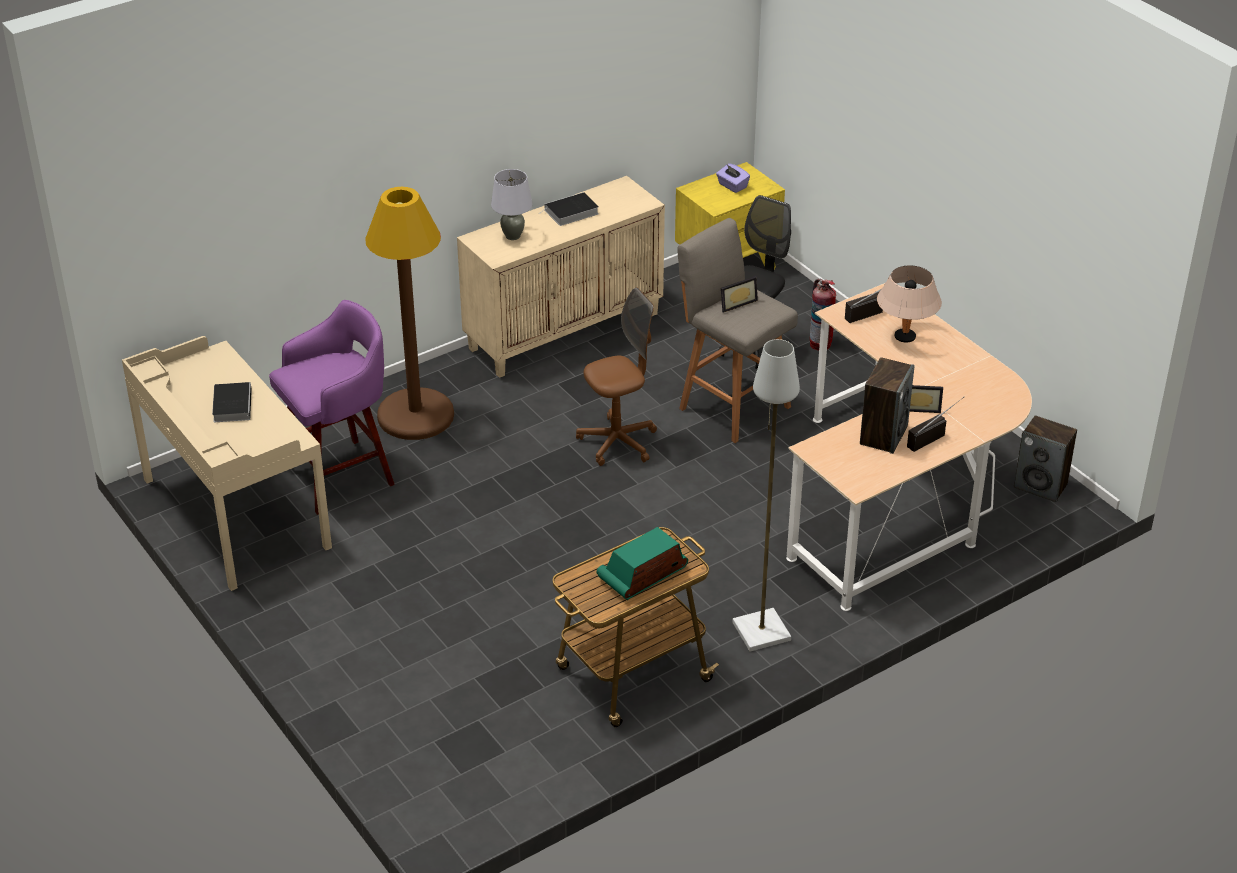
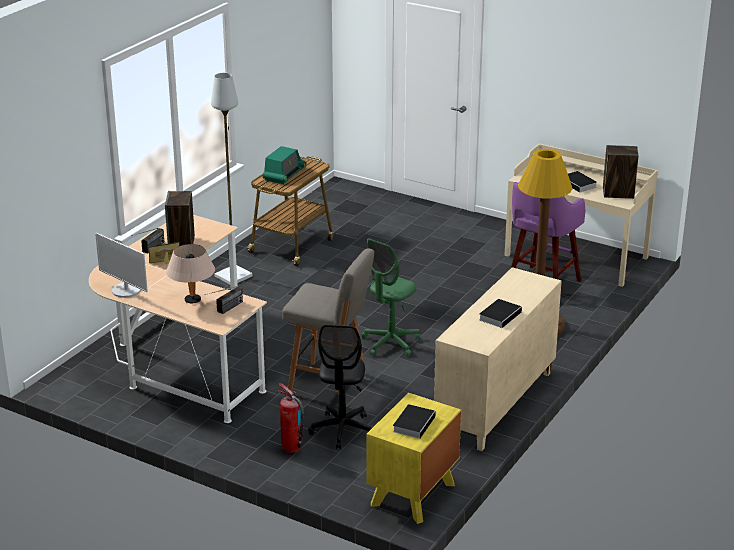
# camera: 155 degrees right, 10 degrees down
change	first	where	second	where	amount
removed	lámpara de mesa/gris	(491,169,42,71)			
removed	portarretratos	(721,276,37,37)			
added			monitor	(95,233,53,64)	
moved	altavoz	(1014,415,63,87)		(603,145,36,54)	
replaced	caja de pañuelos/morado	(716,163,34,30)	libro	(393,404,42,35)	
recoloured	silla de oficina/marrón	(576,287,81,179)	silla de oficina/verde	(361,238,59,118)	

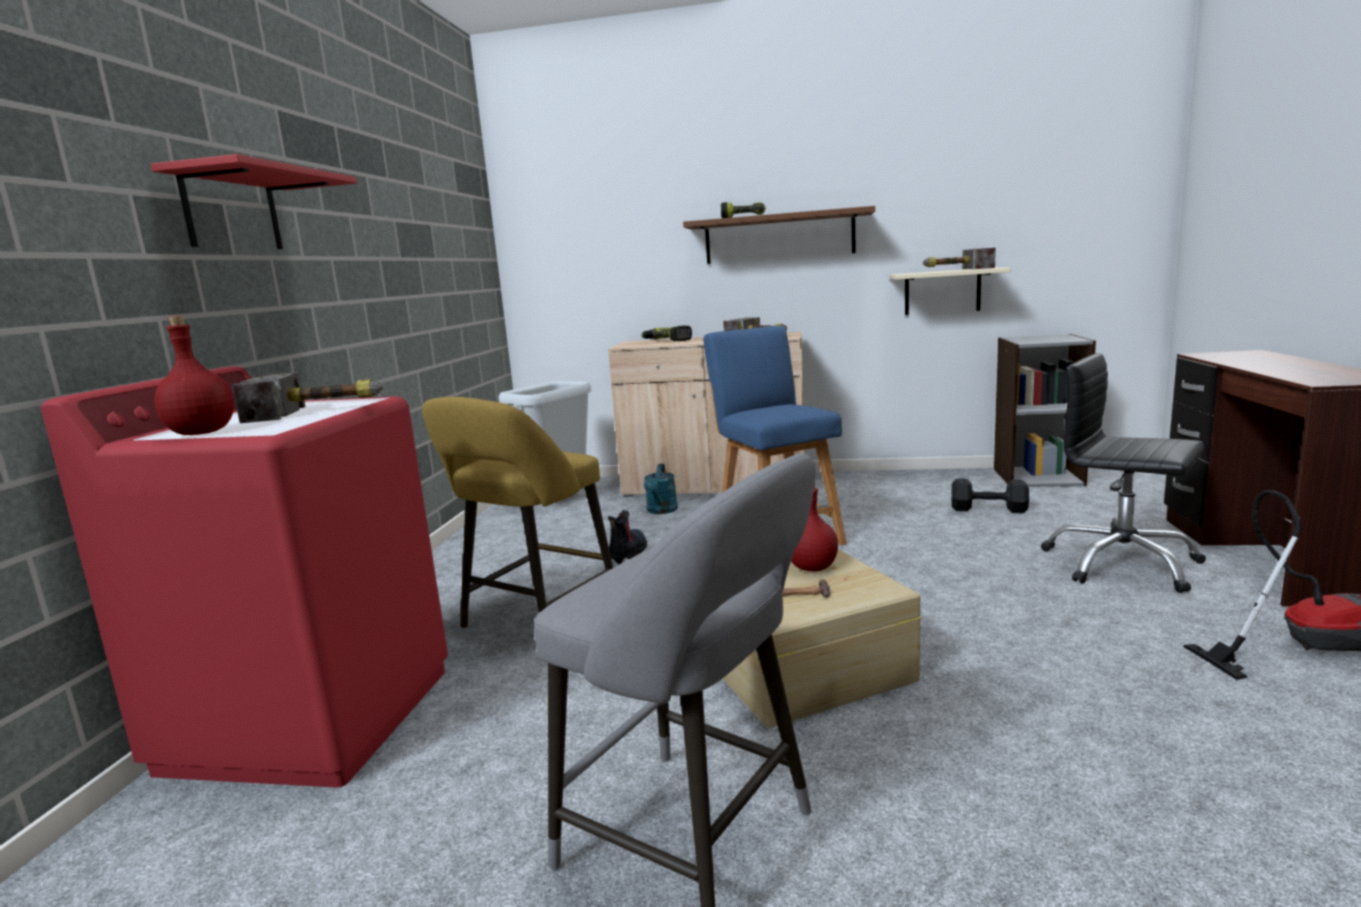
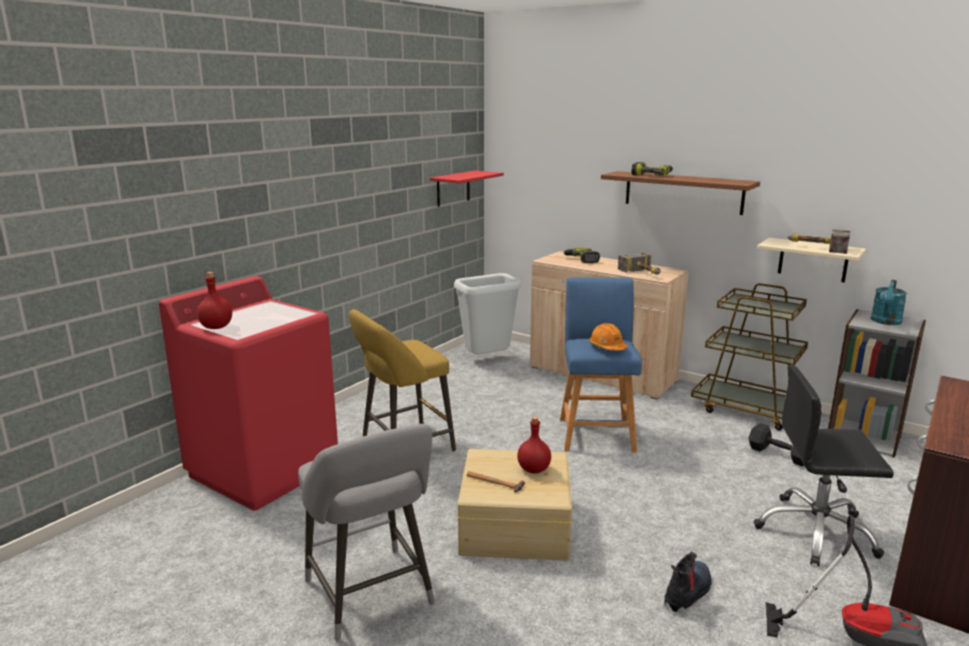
# camera: 25 degrees right, 5 degrees up
change	first	where	second	where	amount
removed	martillo	(232,372,151,51)			
added			casco/naranja	(589,323,39,28)	
added			carrito/marrón	(691,283,117,148)	
moved	estante/rojo	(150,154,207,95)		(430,171,74,36)	
moved	bota	(608,510,39,54)		(664,552,48,60)	
moved	regadera/turquesa	(644,464,34,50)		(870,280,37,45)	
turned	silla de oficina/negro	(1041,353,165,240)		(754,364,140,202)	60 degrees counterclockwise

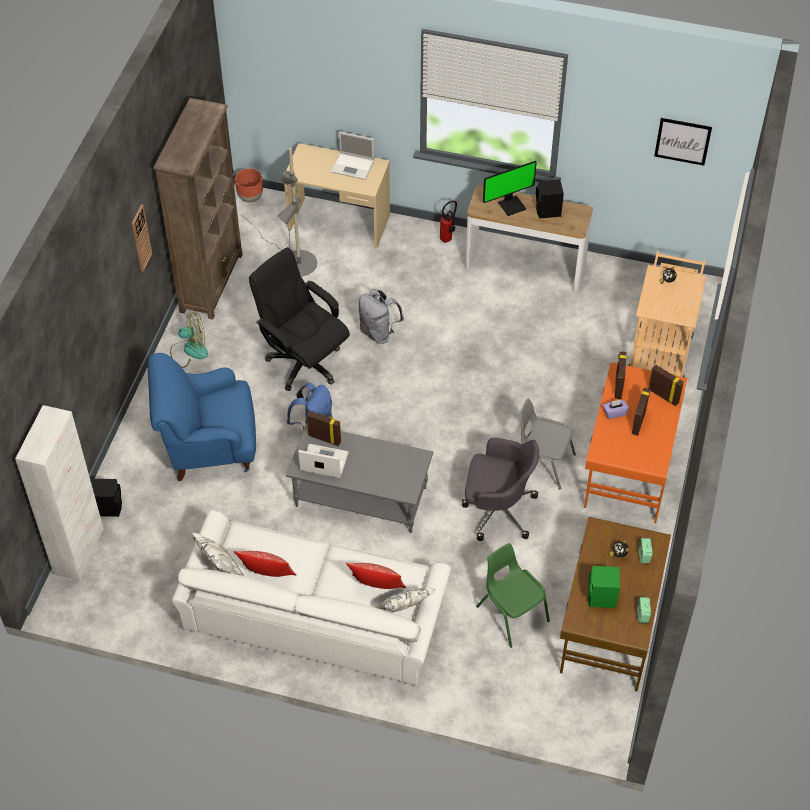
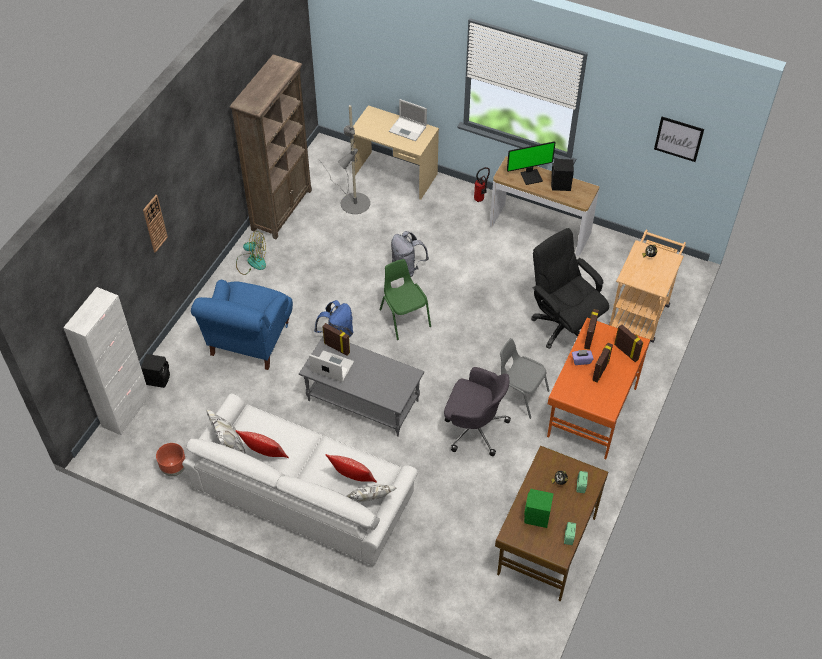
# camera: 10 degrees right, 0 degrees up
change	first	where	second	where	amount
moved	reloj de pared	(132,204,20,68)		(143,195,25,58)	
moved	maceta/marrón	(235,169,28,34)		(156,443,29,33)	
moved	silla de oficina/negro	(249,247,101,144)		(531,228,78,121)	
moved	silla/verde	(476,543,74,105)		(380,259,51,81)	
turned	sillón/azul	(148,353,108,128)		(191,280,102,90)	75 degrees counterclockwise

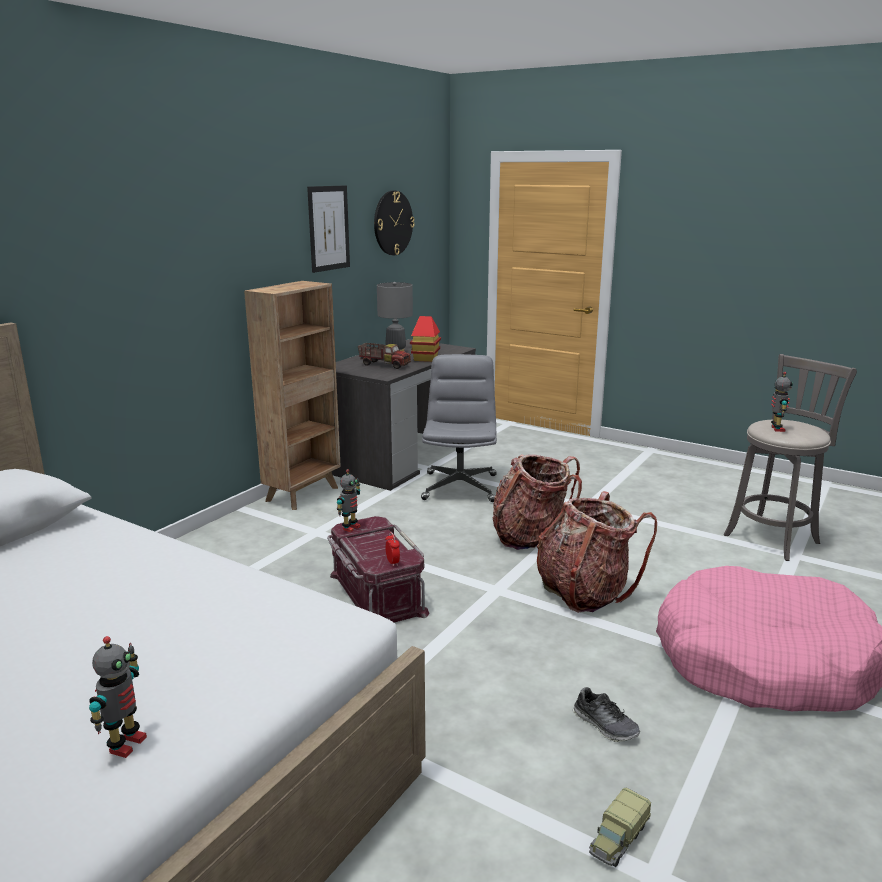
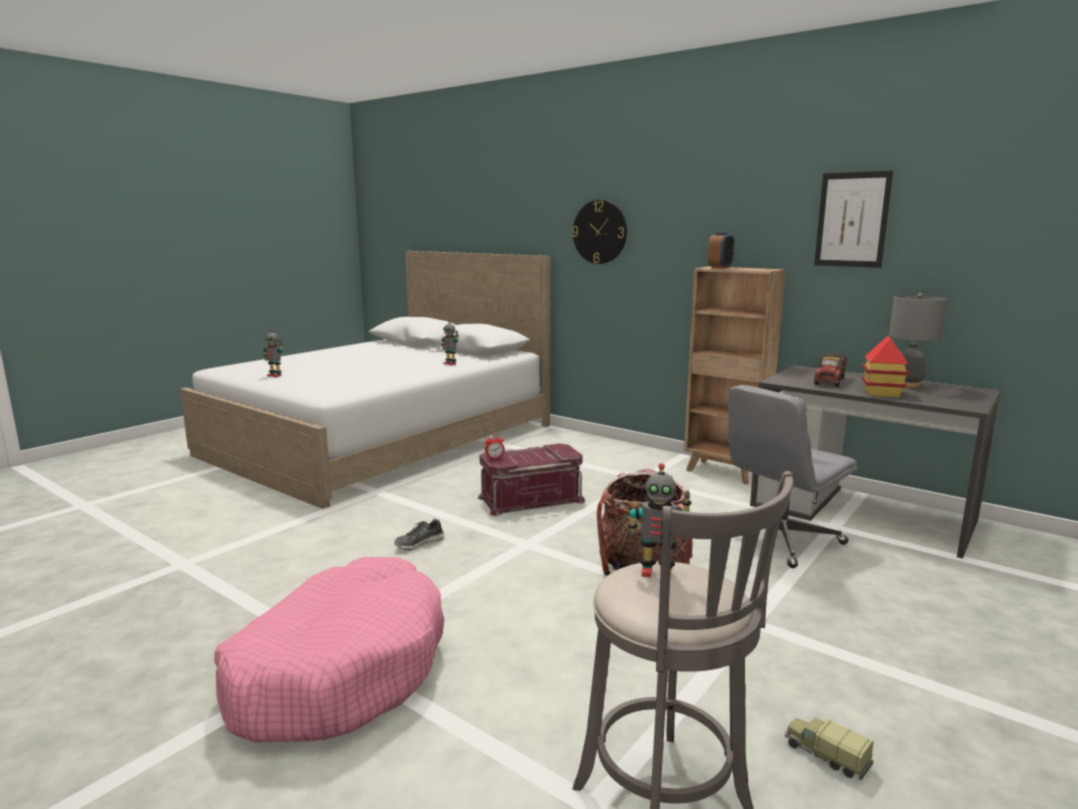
# camera: 95 degrees right, 5 degrees down
change	first	where	second	where	amount
removed	mochila	(537,491,120,122)			
added			despertador	(708,232,27,37)	
moved	robot de juguete	(337,469,24,63)		(442,320,17,45)	
moved	reloj de pared	(374,191,41,64)		(572,200,55,64)	
moved	zapato	(573,687,67,55)		(394,519,50,32)	
moved	camión de juguete	(589,788,62,79)		(785,717,89,63)	
turned	silla de oficina/gris	(421,354,76,148)		(728,385,129,183)	135 degrees clockwise

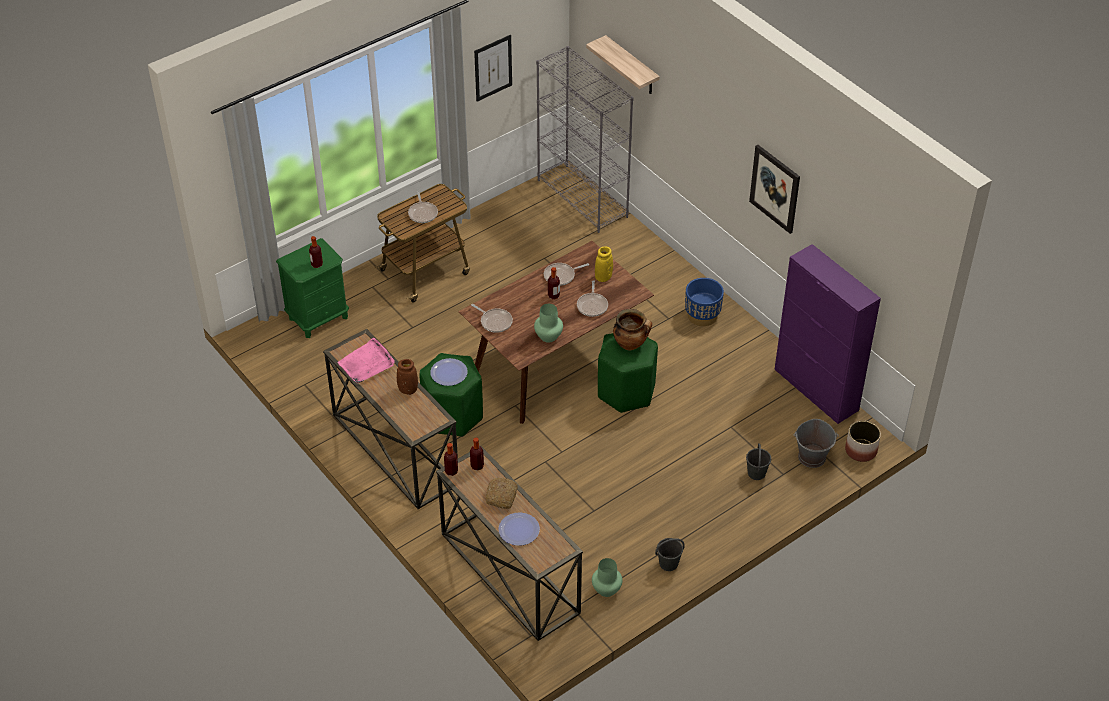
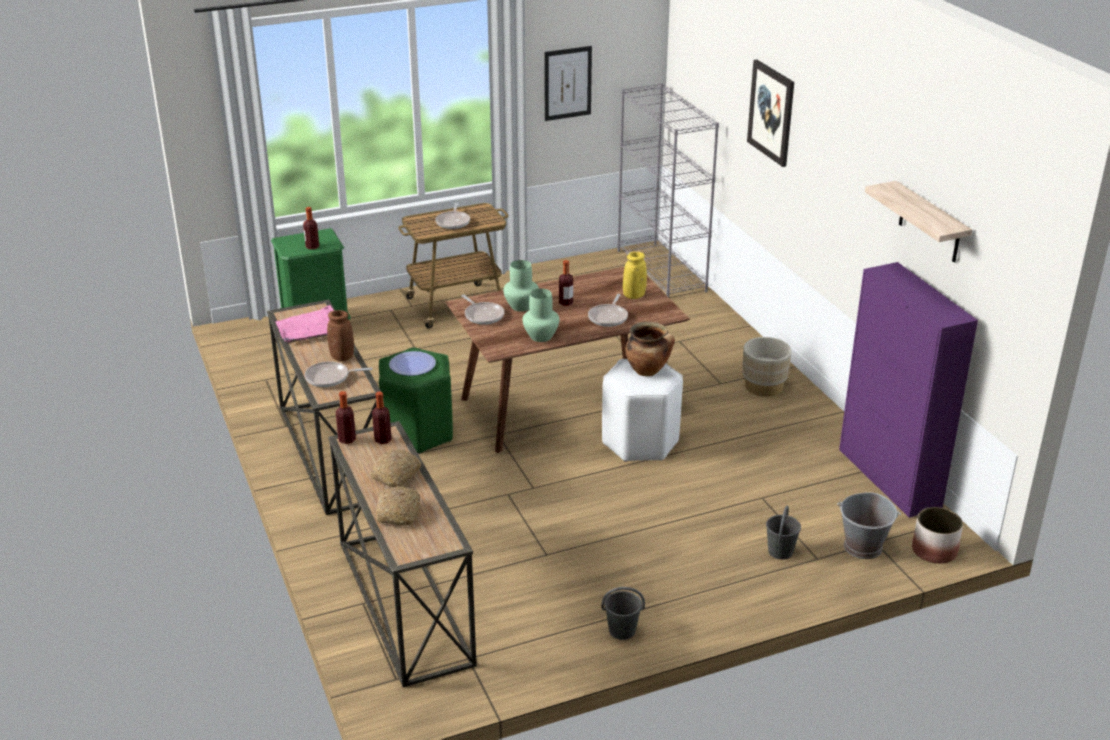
# camera: 15 degrees right, 15 degrees down
change	first	where	second	where	amount
moved	sartén	(544,263,45,23)		(305,361,68,26)	
moved	estante	(586,35,74,59)		(865,181,107,82)	
moved	florero/verde	(592,558,31,39)		(503,260,36,52)	
moved	cuadro	(749,145,51,89)		(747,59,47,108)	
replaced	plato	(499,512,41,34)	pan	(376,486,44,39)	
recoloured	taburete/verde	(598,333,60,80)	taburete/blanco	(602,359,81,103)	
recoloured	maceta/azul	(685,278,39,48)	maceta/beis	(742,337,49,60)	

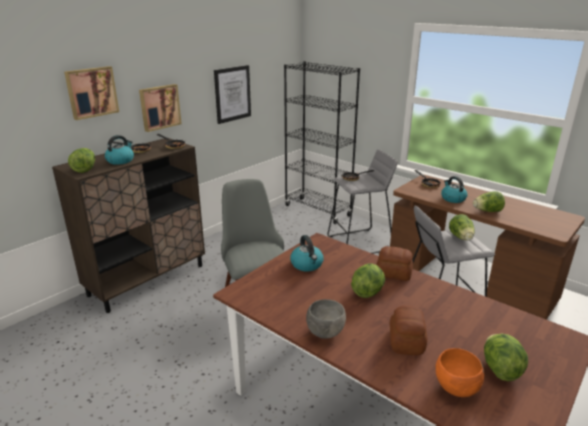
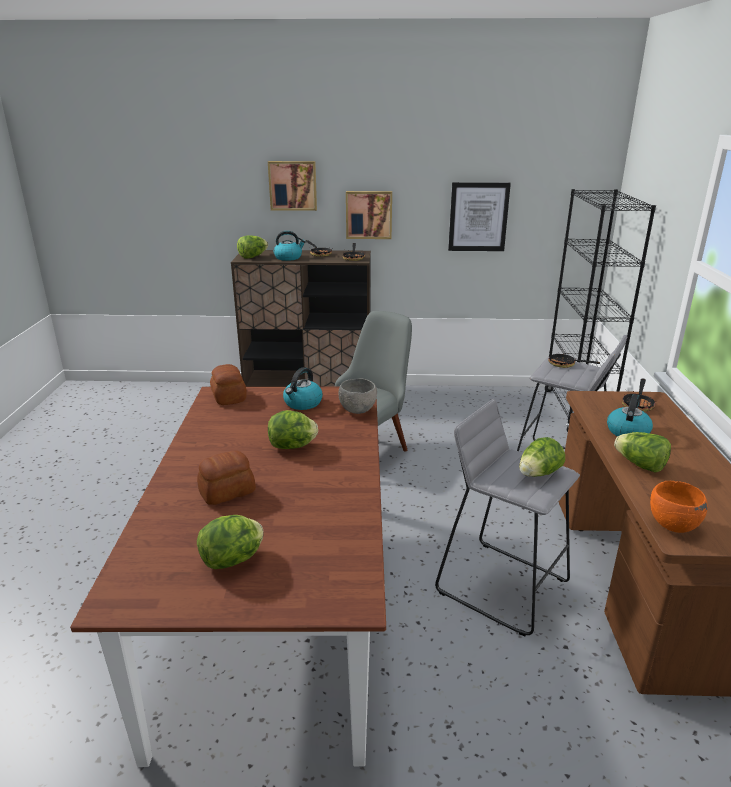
# camera: 50 degrees right, 0 degrees up
change	first	where	second	where	amount
moved	cuenco/gris	(306,299,40,40)		(339,379,38,35)	
moved	pan	(376,246,37,35)		(210,364,36,41)	
moved	cuenco/naranja	(436,348,48,49)		(650,481,58,52)	

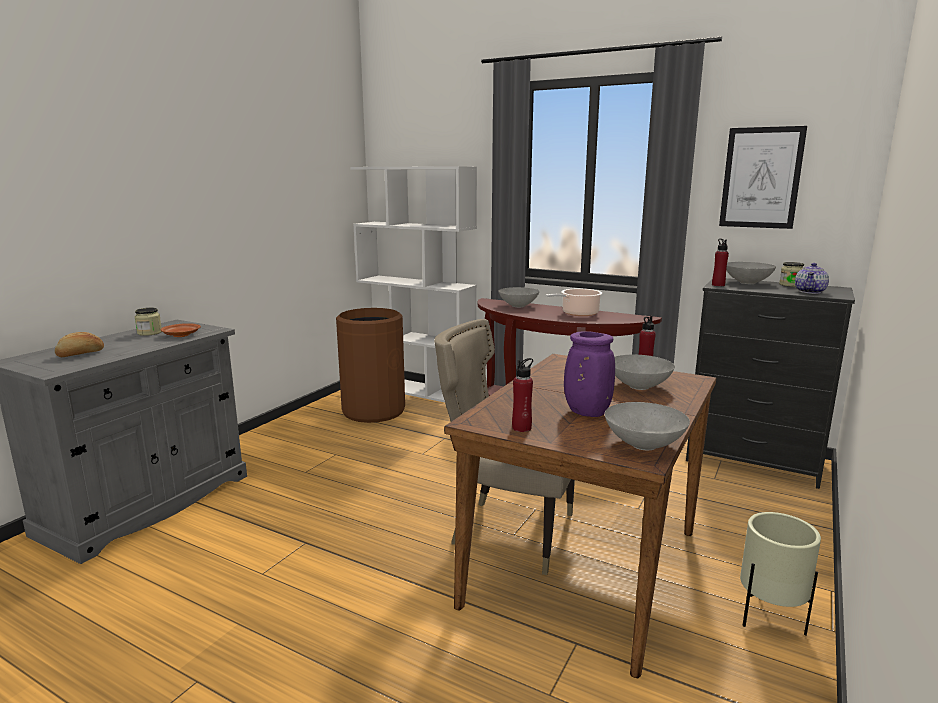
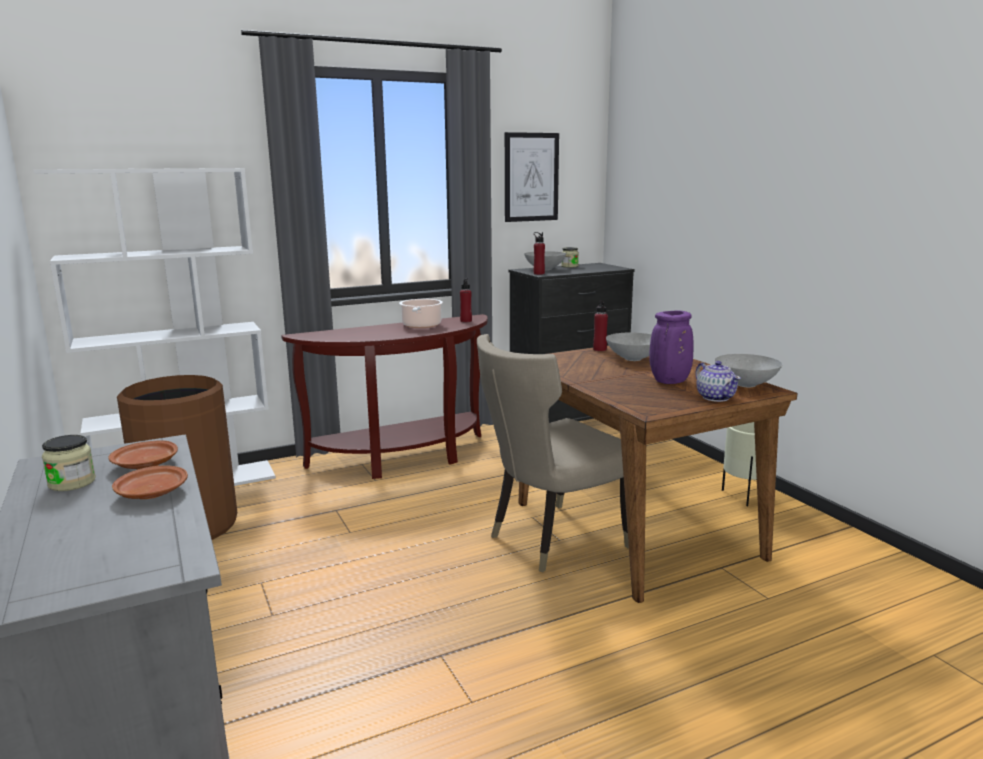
# camera: 55 degrees left, 0 degrees up
change	first	where	second	where	amount
removed	pan	(55,332,49,25)			
removed	cuenco/gris	(498,287,41,20)			
added			plato/marrón	(112,465,76,34)	
moved	botella/rojo	(512,358,21,74)		(460,278,12,44)	
moved	tetera	(795,263,34,31)		(695,361,46,41)	

